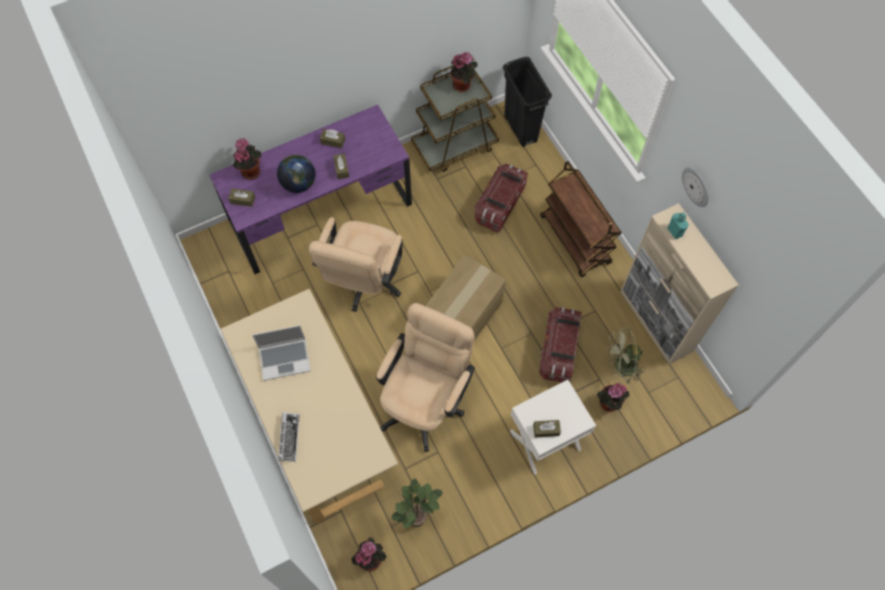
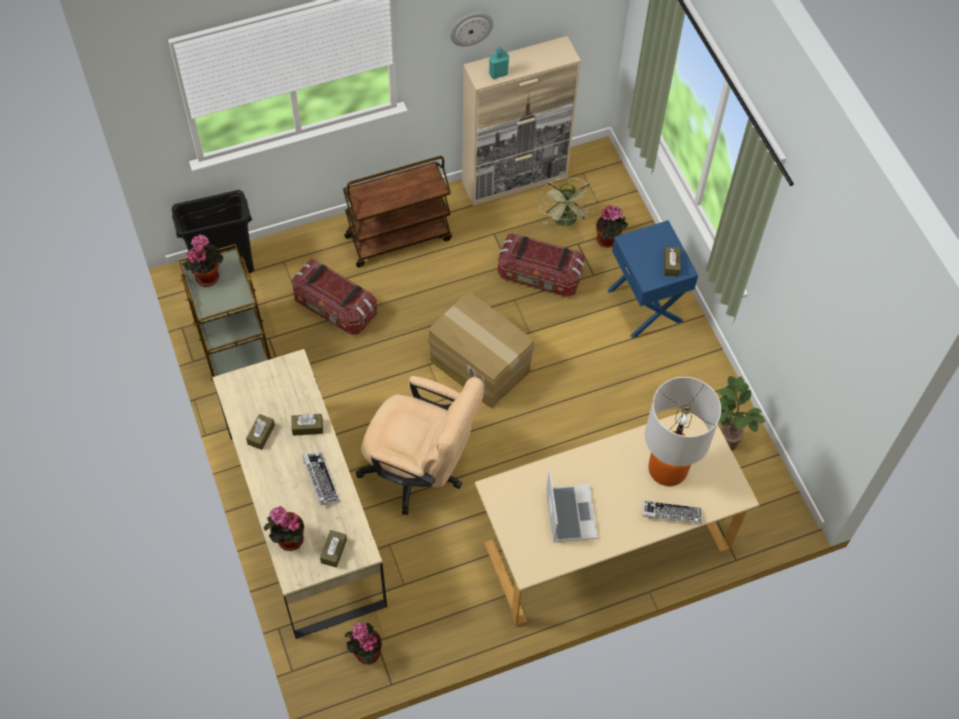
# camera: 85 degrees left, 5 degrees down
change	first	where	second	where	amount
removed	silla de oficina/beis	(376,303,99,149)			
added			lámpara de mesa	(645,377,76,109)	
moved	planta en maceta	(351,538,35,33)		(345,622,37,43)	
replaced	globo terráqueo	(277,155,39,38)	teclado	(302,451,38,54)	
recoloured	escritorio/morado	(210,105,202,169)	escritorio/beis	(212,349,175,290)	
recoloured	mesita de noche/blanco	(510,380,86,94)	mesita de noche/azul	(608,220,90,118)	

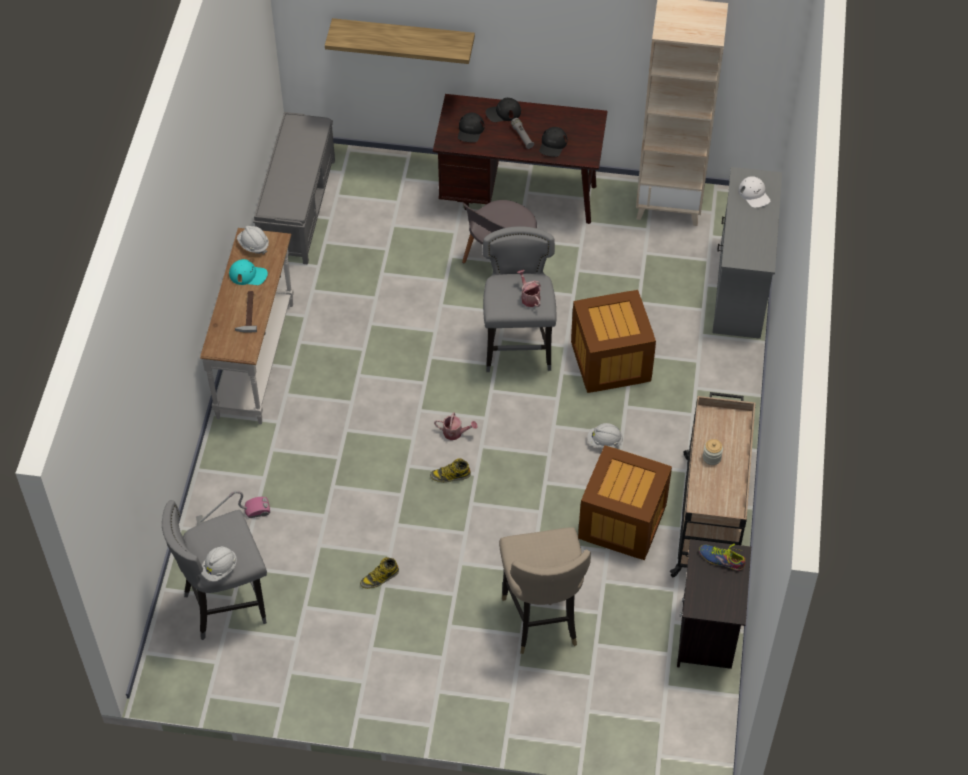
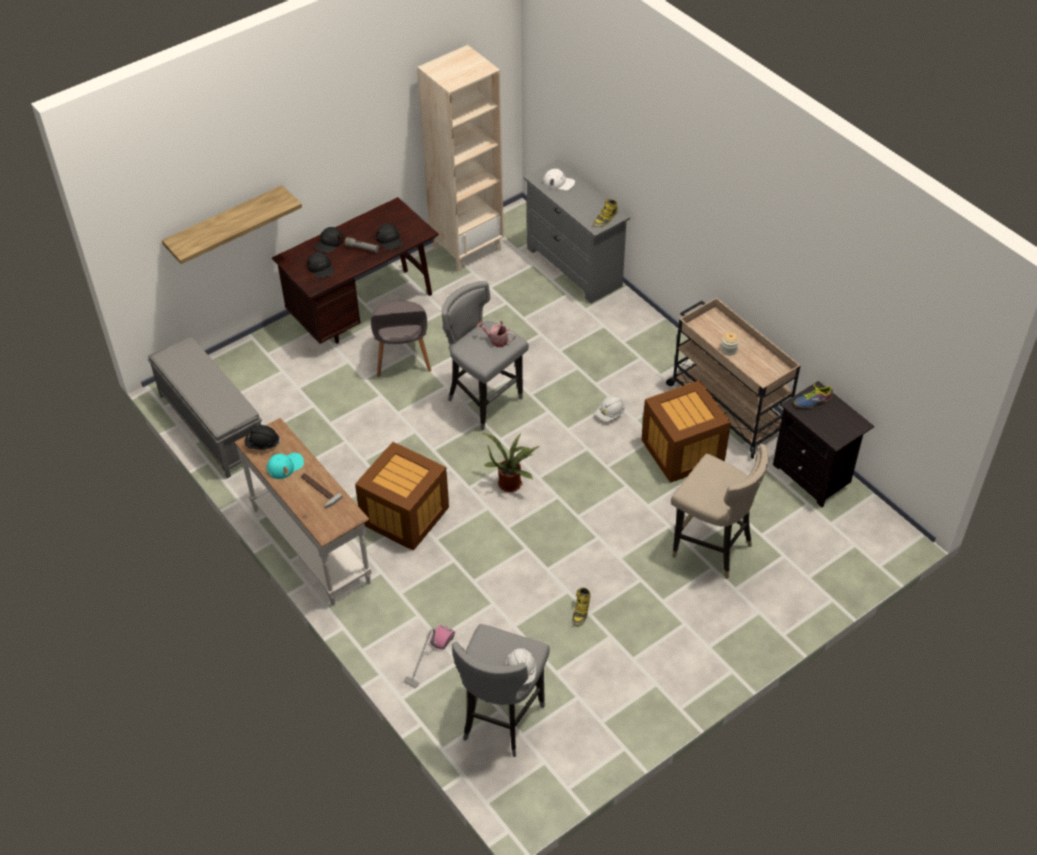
# camera: 45 degrees left, 5 degrees down
change	first	where	second	where	amount
moved	bota	(430,458,41,24)		(593,199,25,28)	
moved	caja de embalaje	(571,290,85,103)		(355,442,94,109)	
replaced	regadera	(434,412,43,28)	planta en maceta	(483,432,56,60)	
recoloured	casco/blanco	(237,226,32,28)	casco/negro	(244,425,36,25)	

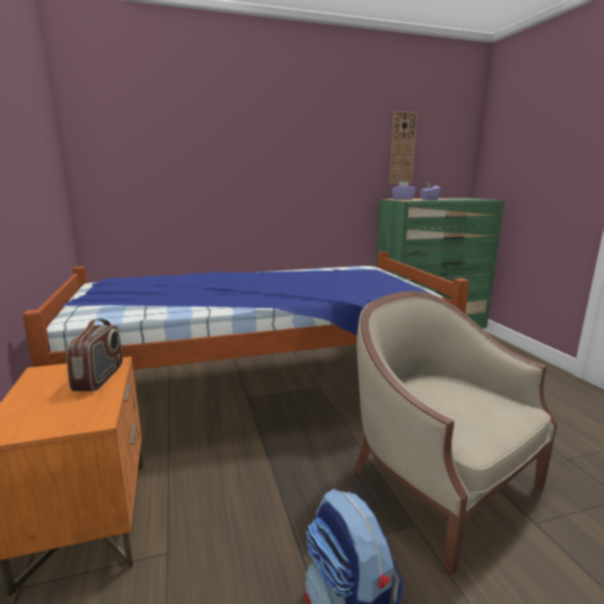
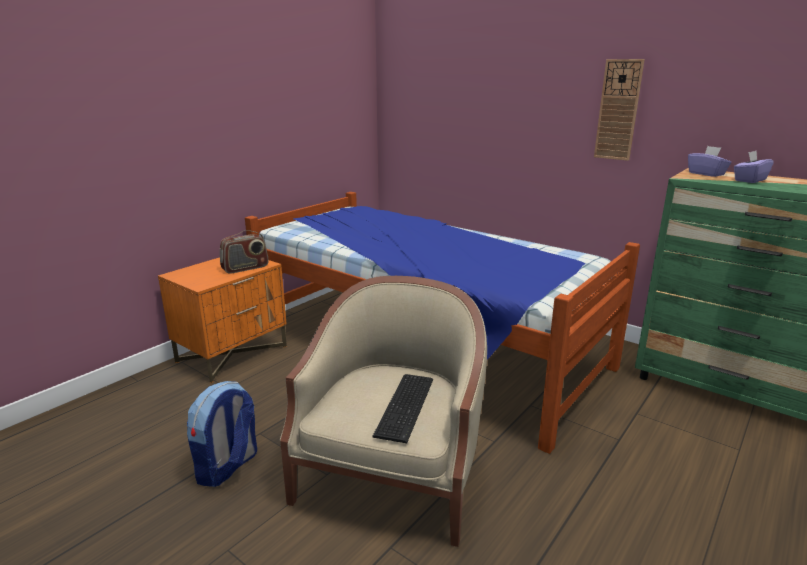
# camera: 55 degrees right, 5 degrees up
change	first	where	second	where	amount
added			teclado	(372,374,61,69)	
moved	reloj de pared	(389,111,28,73)		(594,59,51,102)	

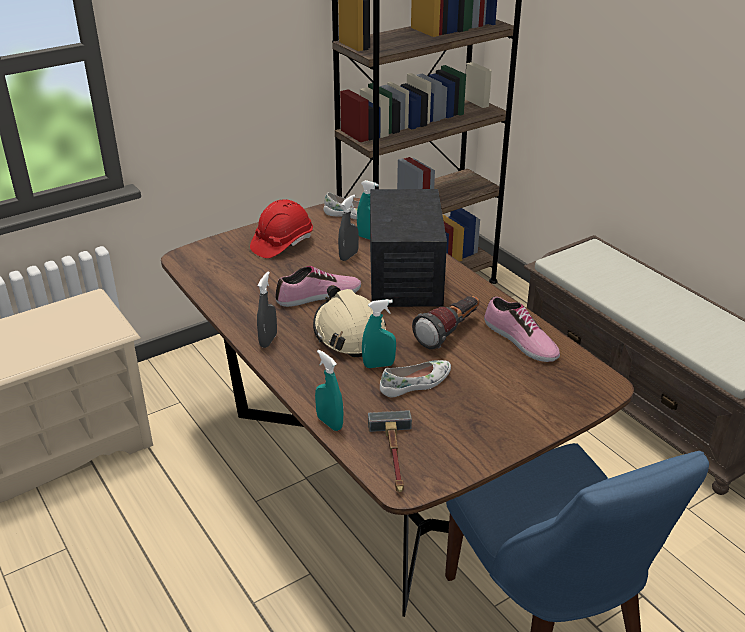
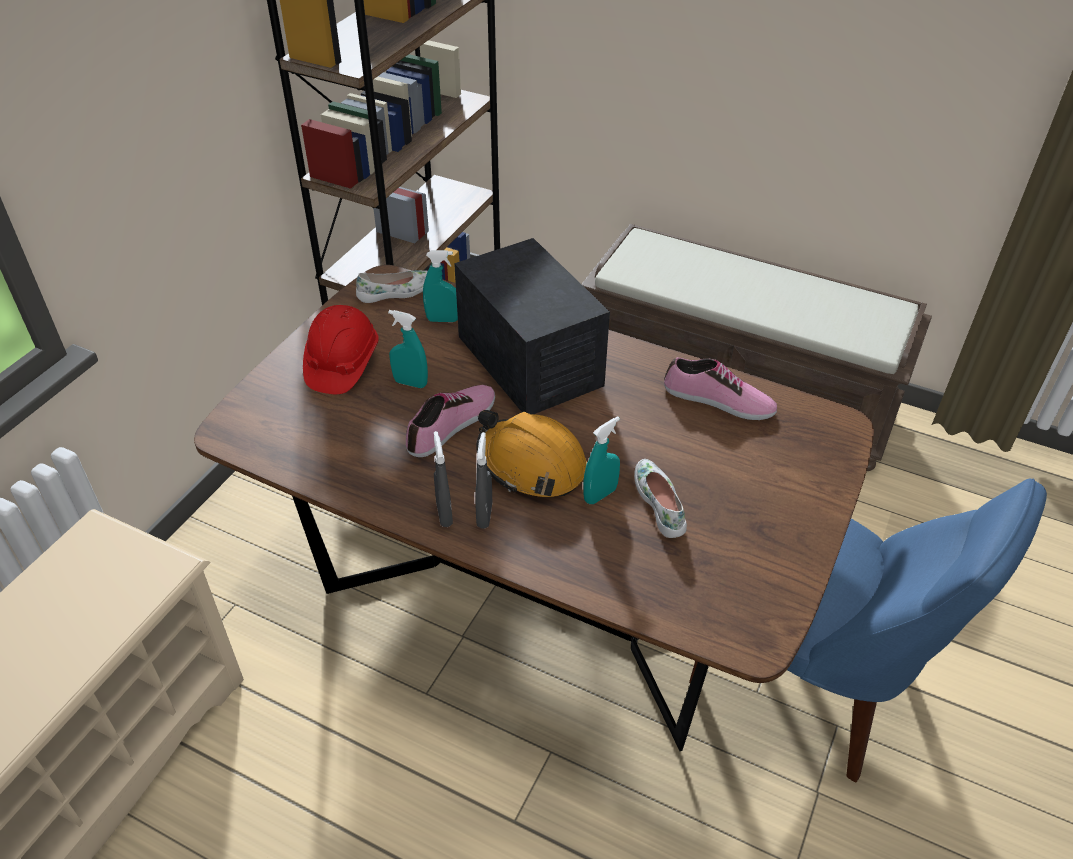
# camera: 30 degrees left, 10 degrees up
change	first	where	second	where	amount
removed	martillo	(368,410,44,82)			
removed	linterna	(412,296,68,54)			
moved	pulverizador/turquesa	(315,350,28,81)		(388,310,40,78)	
moved	pulverizador/gris	(338,195,21,66)		(475,432,17,97)	
recoloured	casco/beis	(313,285,73,72)	casco/naranja	(476,410,111,87)	
turned	zapato/blanco	(380,360,71,37)		(634,459,53,79)	45 degrees counterclockwise

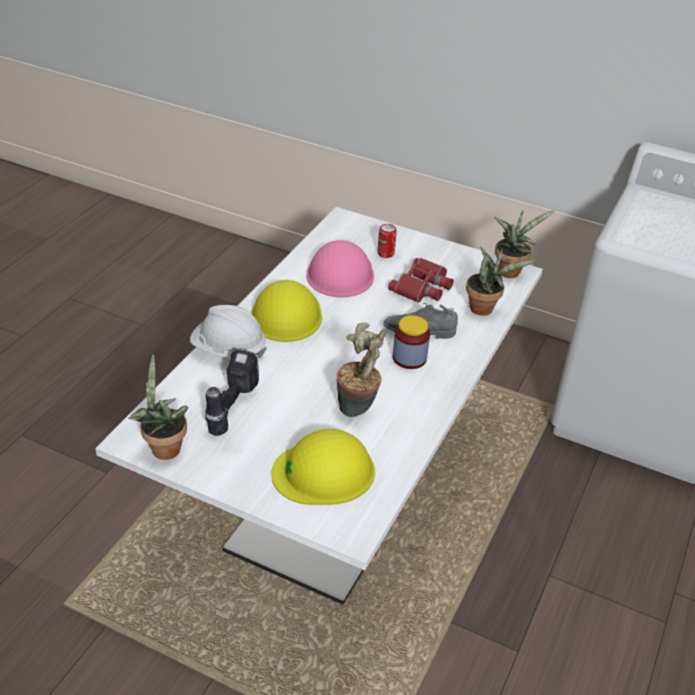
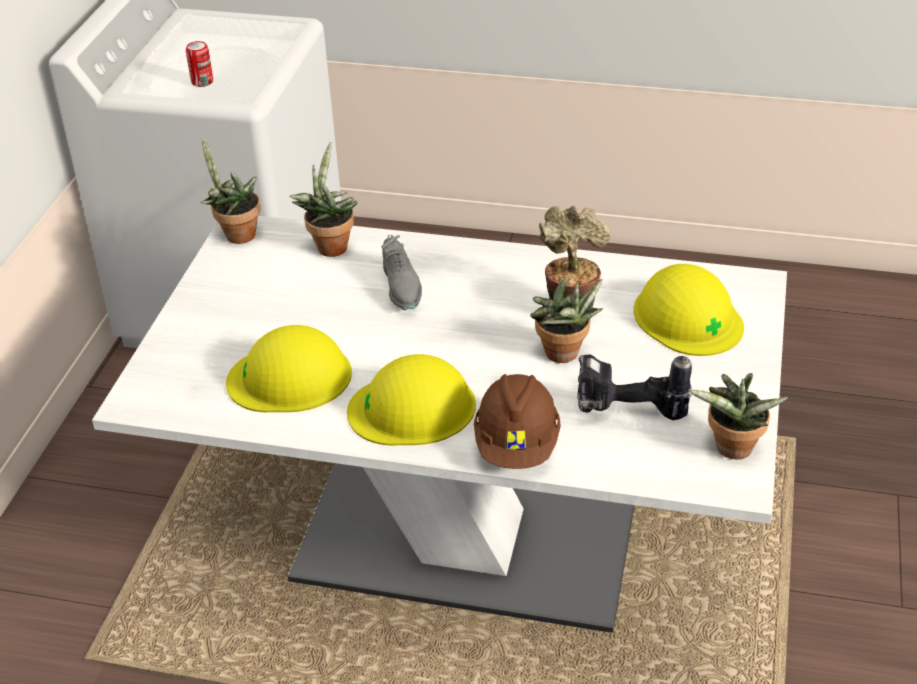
# camera: 100 degrees left, 0 degrees up
change	first	where	second	where	amount
removed	prismáticos/rojo	(388,258,66,45)			
removed	tarro	(393,315,37,54)			
added			planta en maceta	(530,278,73,85)	
moved	lata	(378,224,19,34)		(186,41,27,46)	
recoloured	casco/blanco	(190,305,77,54)	casco/marrón	(474,374,87,95)	
recoloured	casco/rosa	(306,240,68,57)	casco/amarillo	(226,325,126,87)	

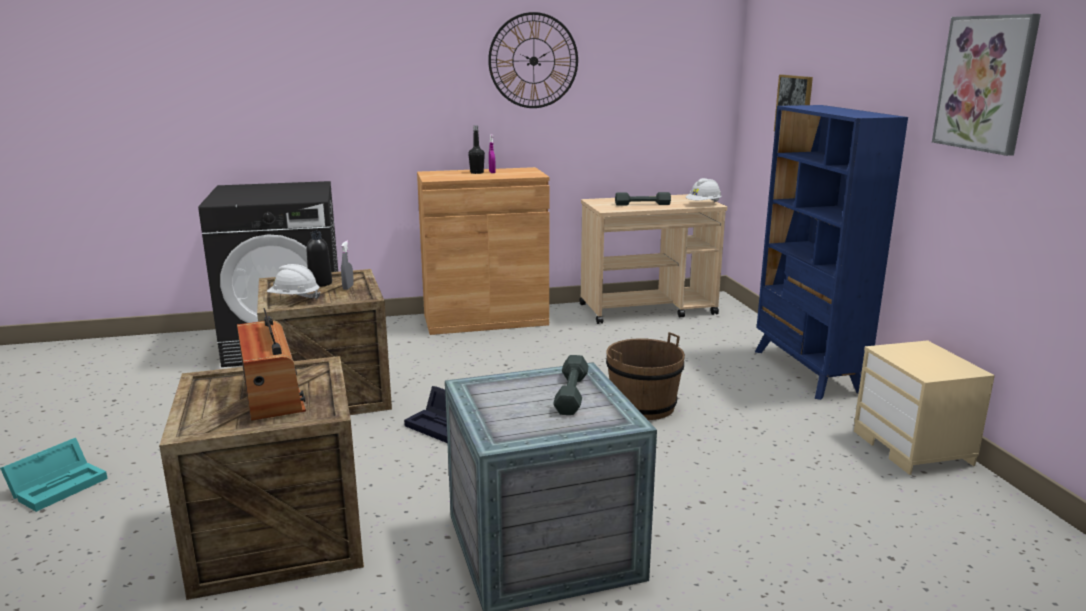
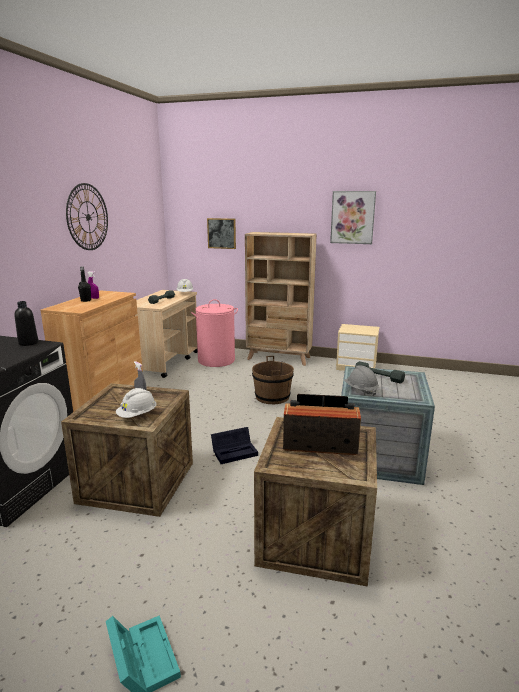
# camera: 60 degrees left, 0 degrees up
change	first	where	second	where	amount
added			cesto de la ropa/rosa	(191,299,47,68)	
added			casco/gris	(344,366,35,30)	
moved	botella/negro	(307,231,25,56)		(15,301,23,45)	
recoloured	estantería/azul	(755,105,153,295)	estantería/beis	(245,232,72,134)	

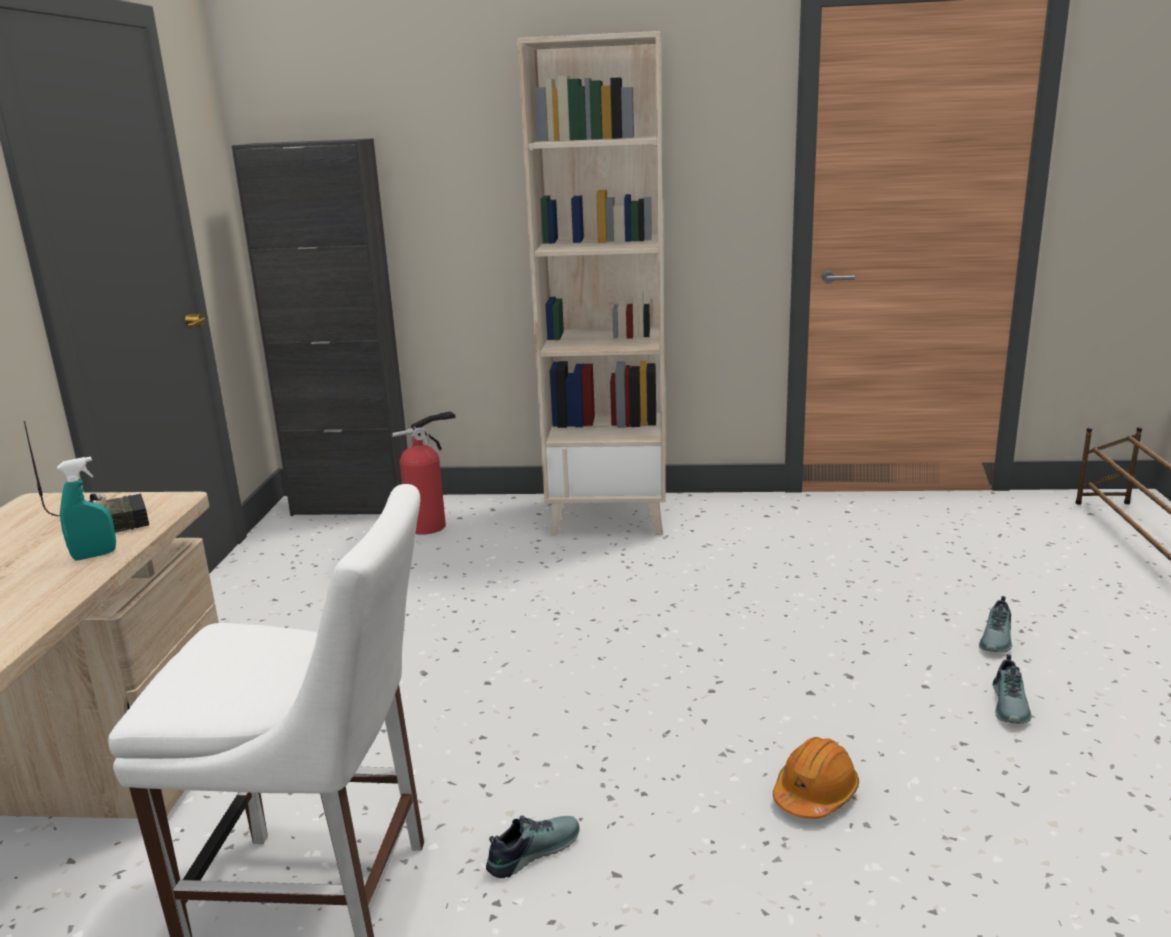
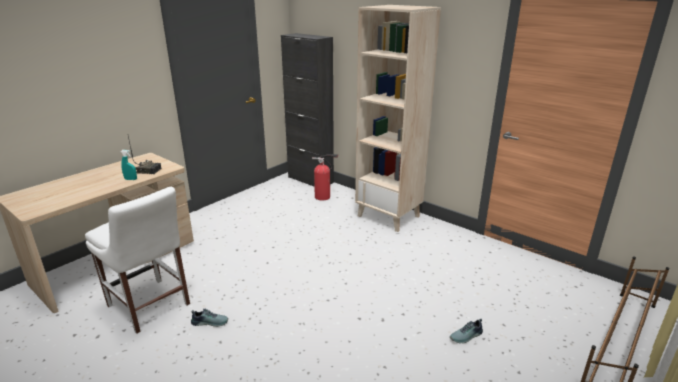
# camera: 35 degrees right, 5 degrees up
change	first	where	second	where	amount
removed	casco/naranja	(773,737,86,82)			
removed	zapato	(993,654,39,69)			

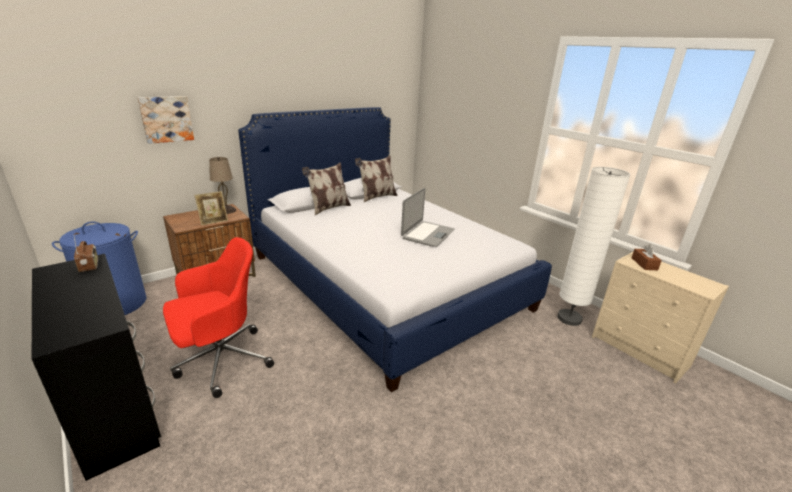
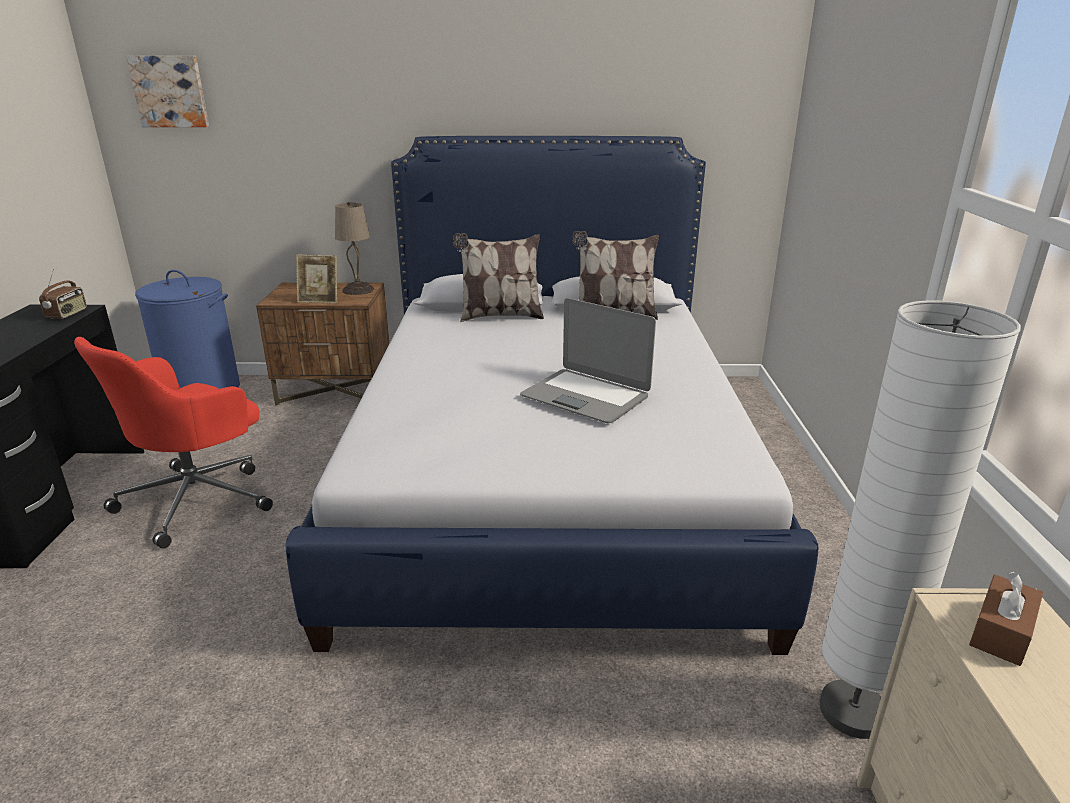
# camera: 40 degrees right, 0 degrees up
change	first	where	second	where	amount
moved	cuadro	(137,96,57,48)		(126,56,83,71)	
turned	silla de oficina/rojo	(163,237,111,161)		(74,337,199,212)	120 degrees clockwise
turned	portátil	(401,188,54,59)		(520,298,136,125)	60 degrees clockwise

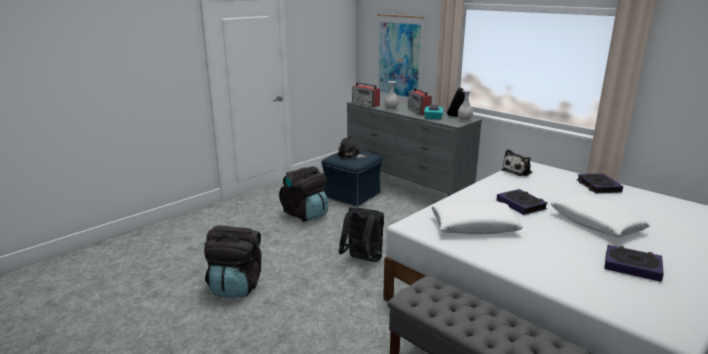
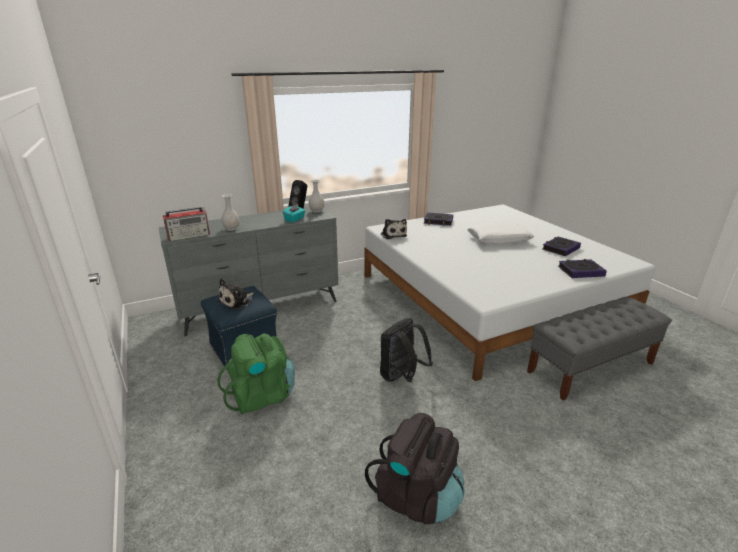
# camera: 70 degrees left, 5 degrees up
change	first	where	second	where	amount
removed	cuadro	(377,14,47,90)			
removed	radio	(408,87,24,28)			
removed	cojín/blanco	(431,202,92,32)			
moved	libro	(496,189,52,26)		(558,259,49,19)	
recoloured	mochila/negro	(279,166,49,55)	mochila/verde	(217,334,78,80)	

